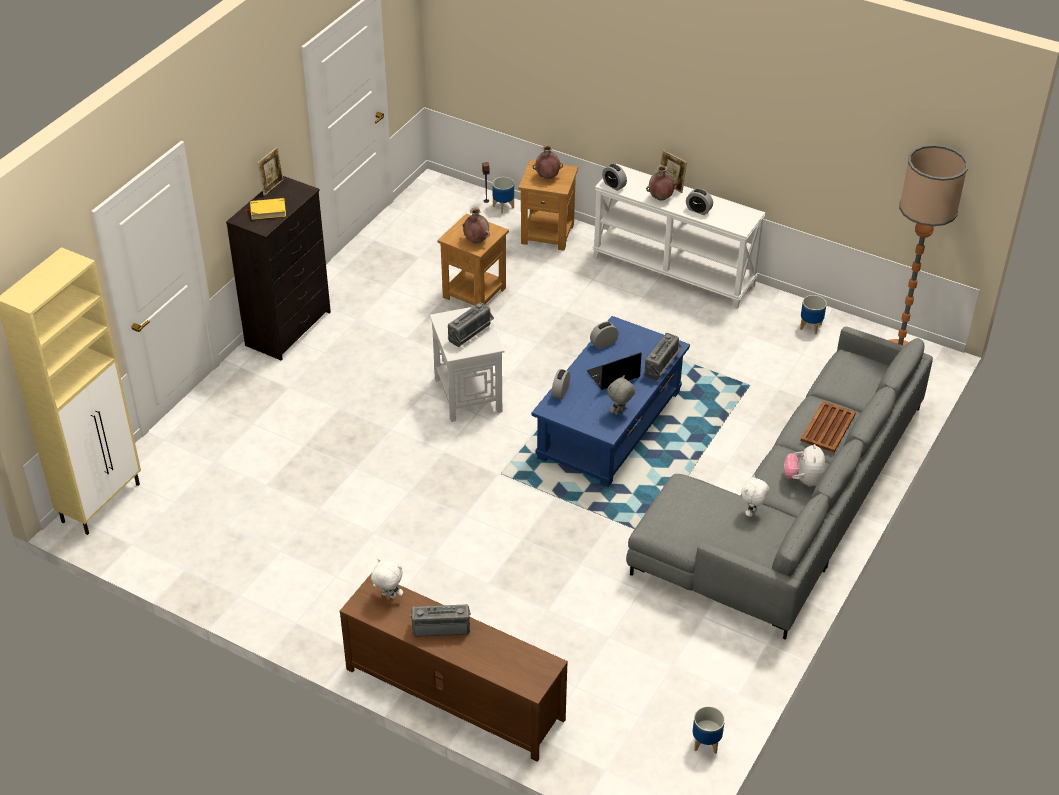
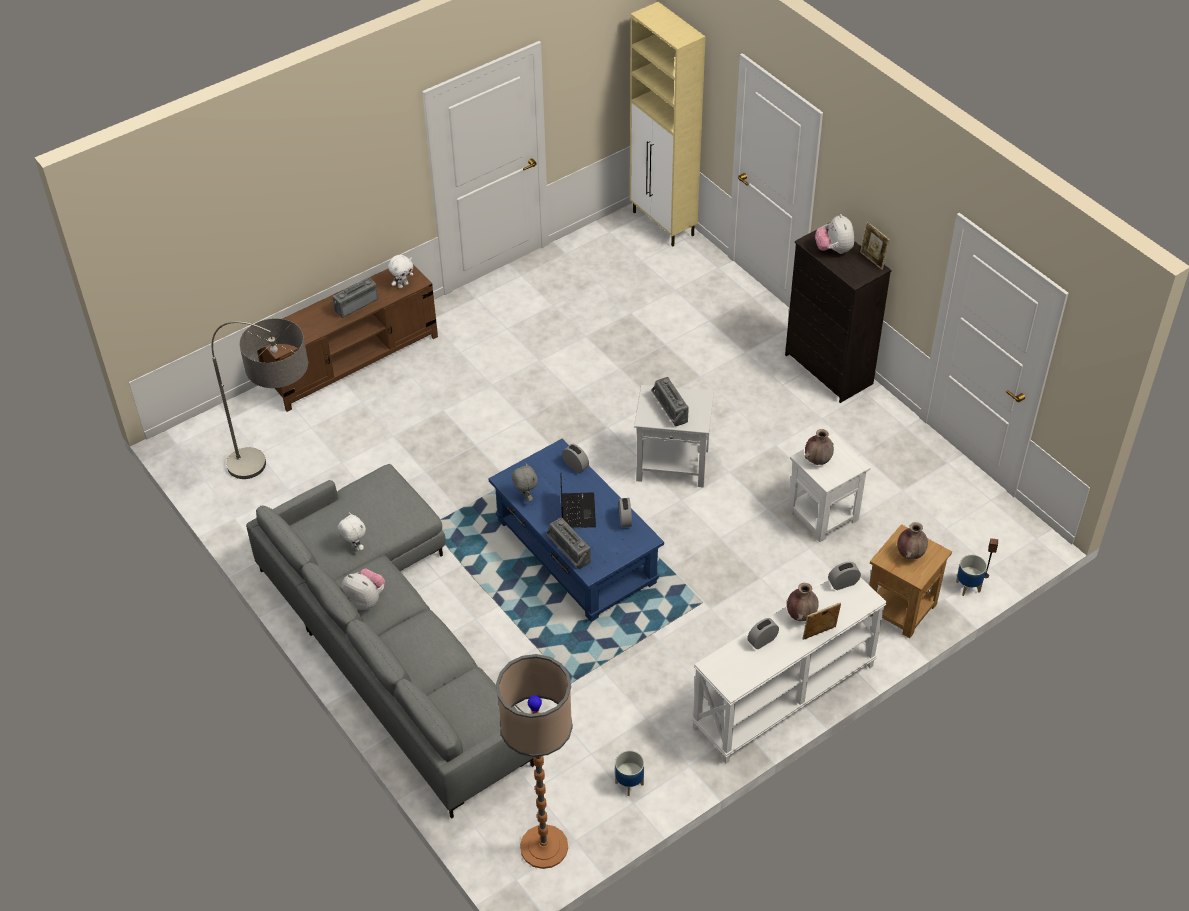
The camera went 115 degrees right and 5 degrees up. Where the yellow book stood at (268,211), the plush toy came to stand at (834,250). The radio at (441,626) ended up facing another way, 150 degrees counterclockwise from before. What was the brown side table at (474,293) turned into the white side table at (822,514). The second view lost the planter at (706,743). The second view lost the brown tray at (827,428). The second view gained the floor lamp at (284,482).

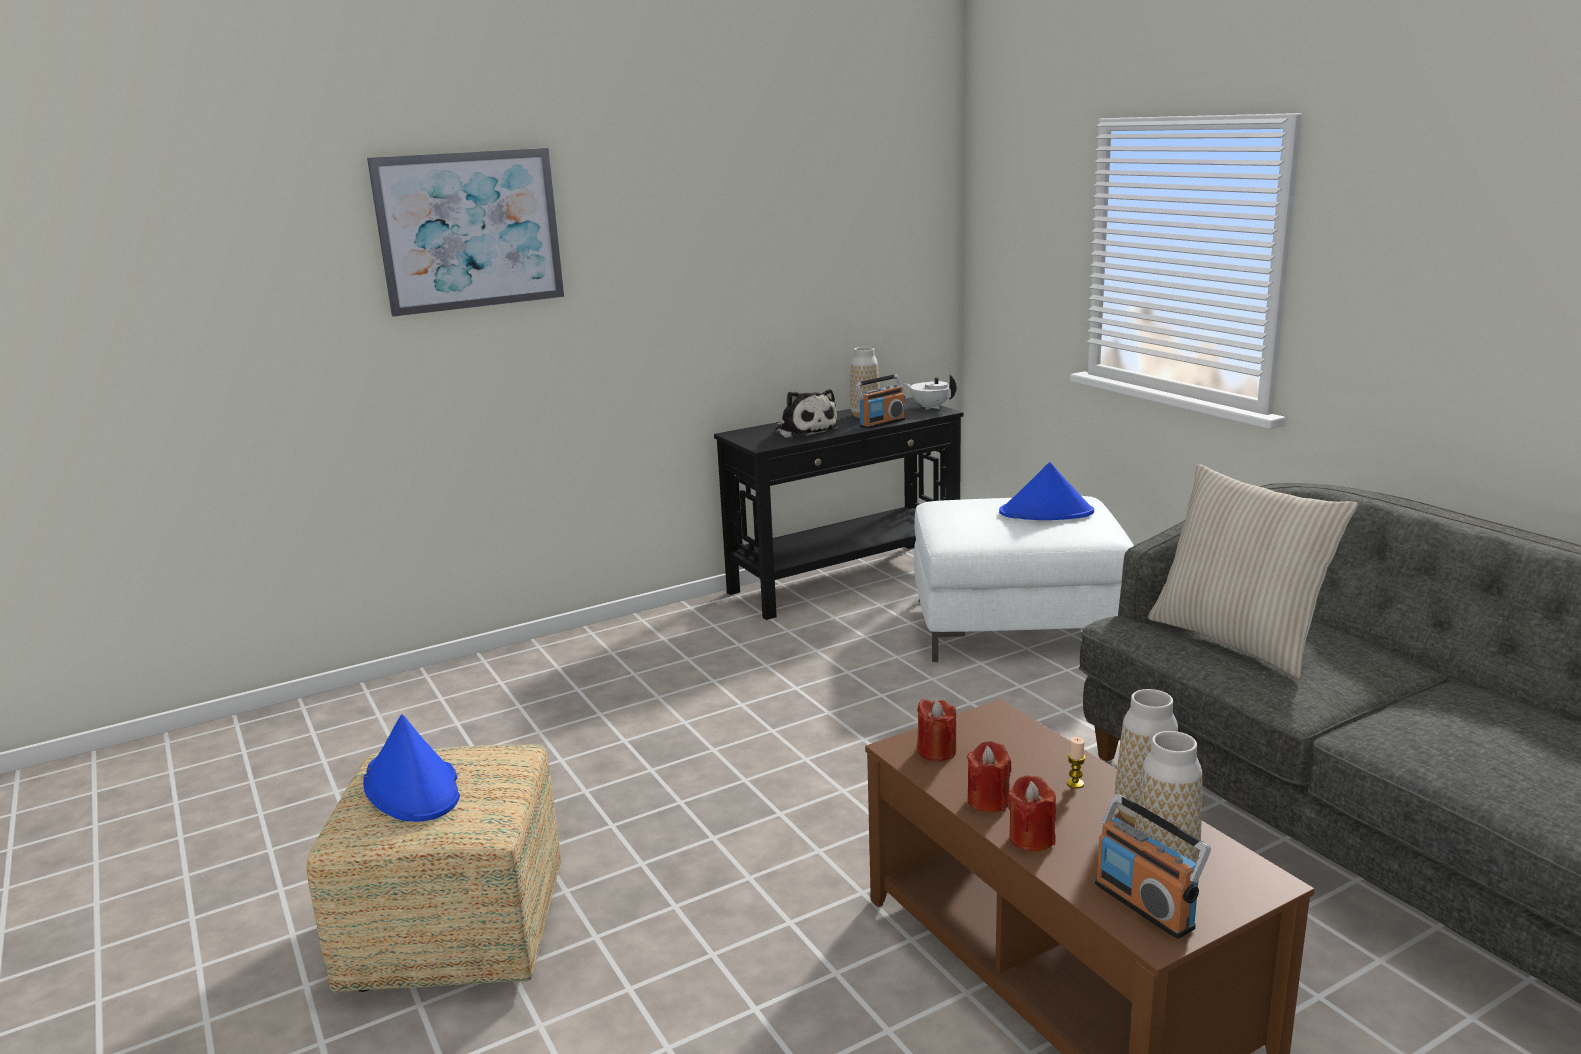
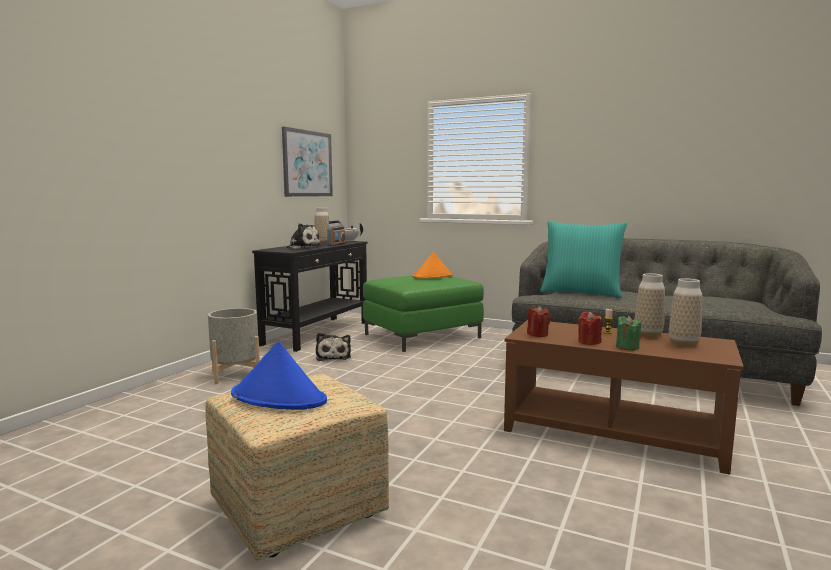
The camera went 35 degrees left and 10 degrees down. The picture ended up elsewhere, having gone from (469,230) to (307,163). What was the white ottoman at (1016,626) turned into the green ottoman at (422,336). What was the blue hat at (1046,513) turned into the orange hat at (433,277). What was the red candle at (1031,838) turned into the green candle at (627,347). The second view lost the radio at (1145,905). What was the beige pillow at (1238,640) turned into the turquoise pillow at (581,293). The second view gained the grey planter at (236,374). The second view gained the plush toy at (333,357).

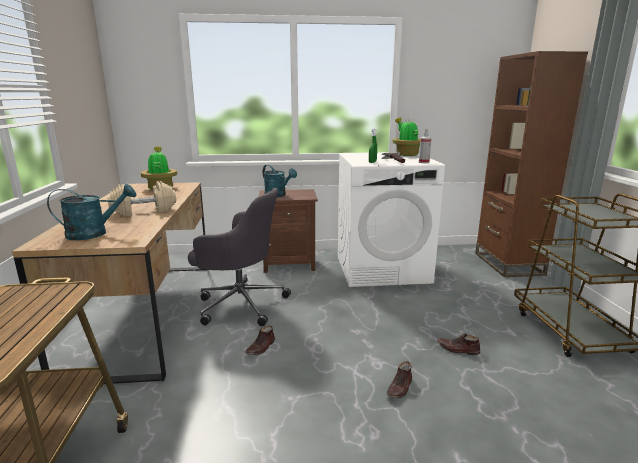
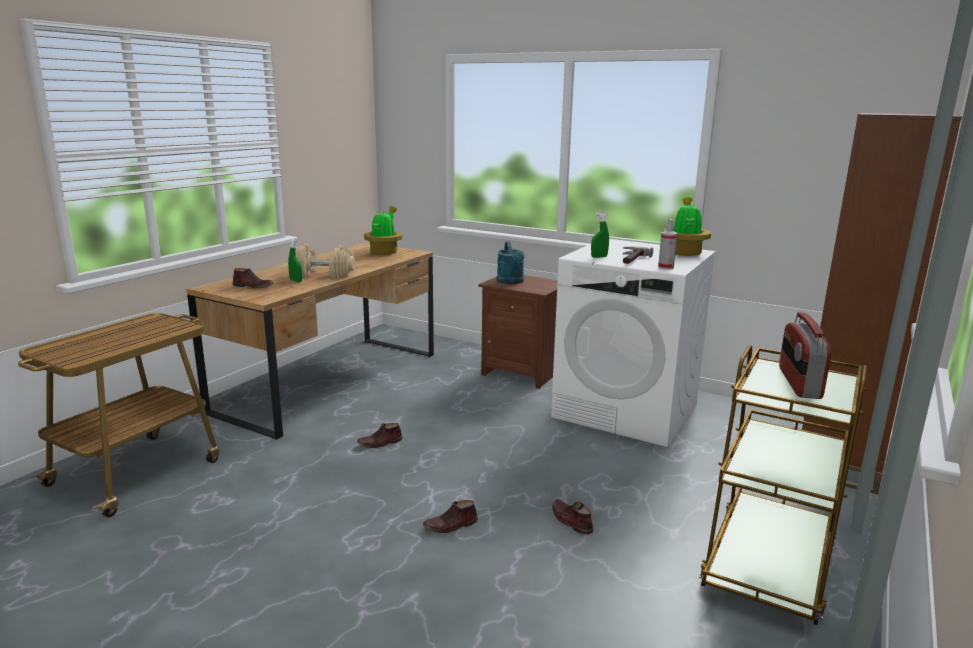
The camera went 35 degrees right and 0 degrees up. Where the turquoise watering can stood at (94,233), the brown shoe came to stand at (253,286). The second view lost the grey office chair at (240,303). The second view gained the green spray bottle at (296,281). The second view gained the radio at (798,383).

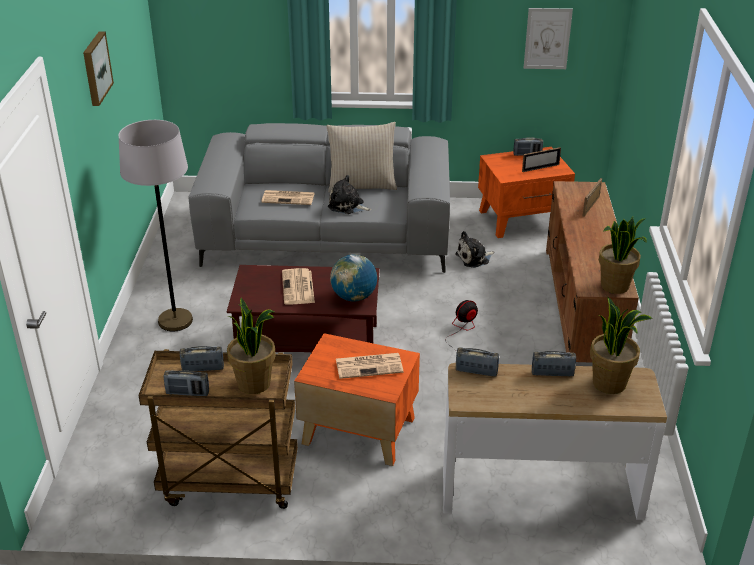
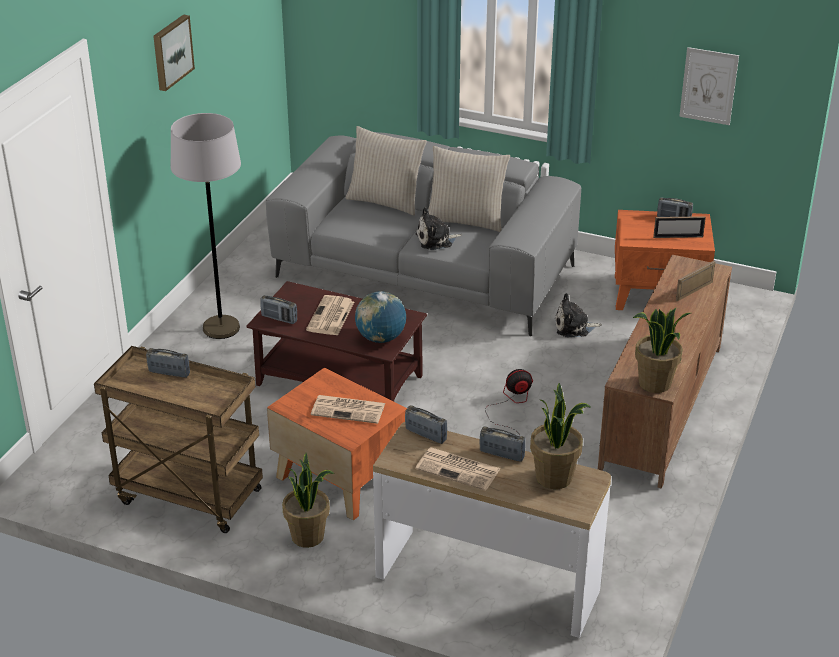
The camera went 20 degrees right and 0 degrees up. The radio ended up elsewhere, having gone from (187,393) to (279,318). The potted plant ended up elsewhere, having gone from (255,383) to (308,536). The newspaper ended up elsewhere, having gone from (289,198) to (459,469). The plush toy at (347,206) ended up facing another way, 60 degrees counterclockwise from before. The second view gained the beige pillow at (385,201).

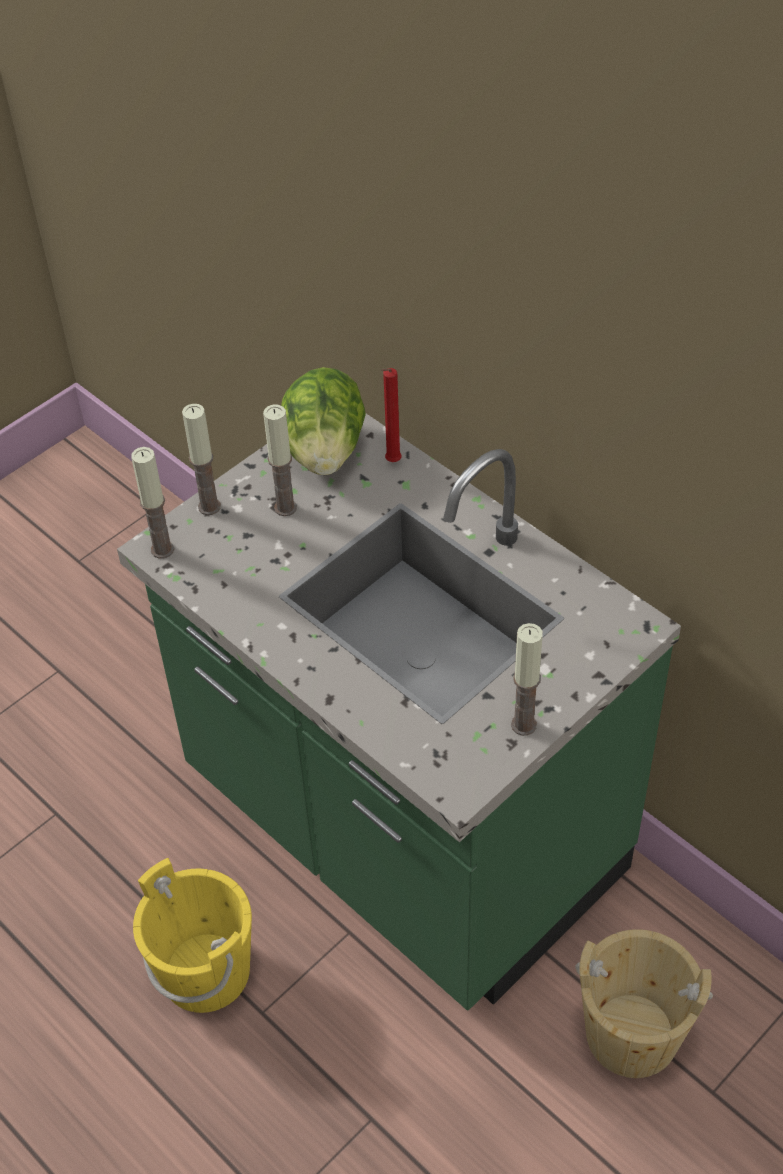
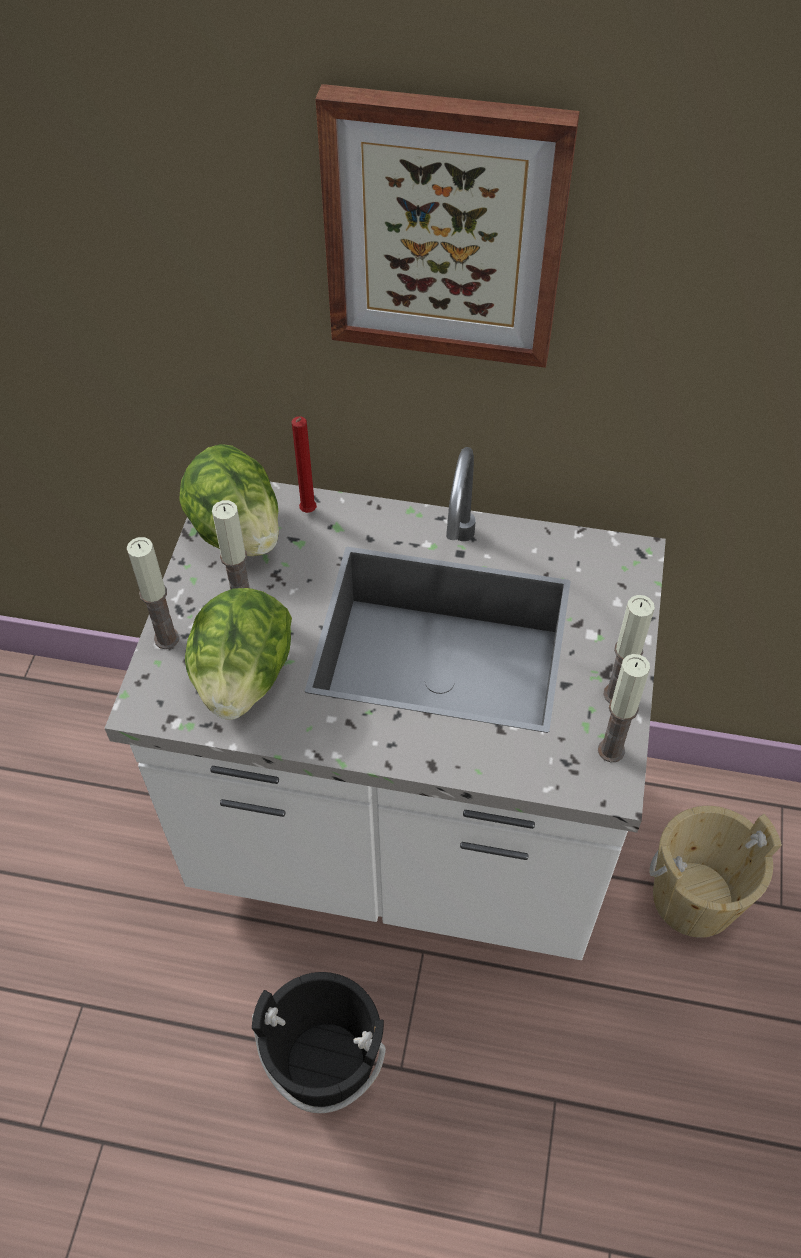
The camera went 35 degrees left and 5 degrees up. What was the green counter at (401,829) turned into the white counter at (402,837). The candle ended up elsewhere, having gone from (162,549) to (611,750). What was the yellow bucket at (205,971) turned into the black bucket at (325,1063). The second view gained the lettuce at (243,678). The second view gained the picture at (444,230).

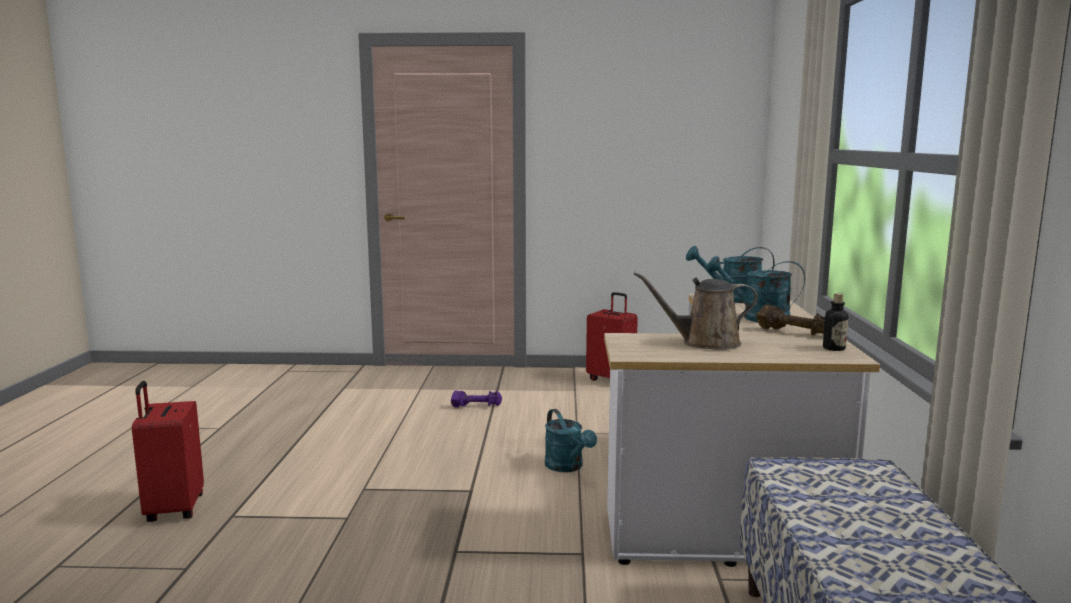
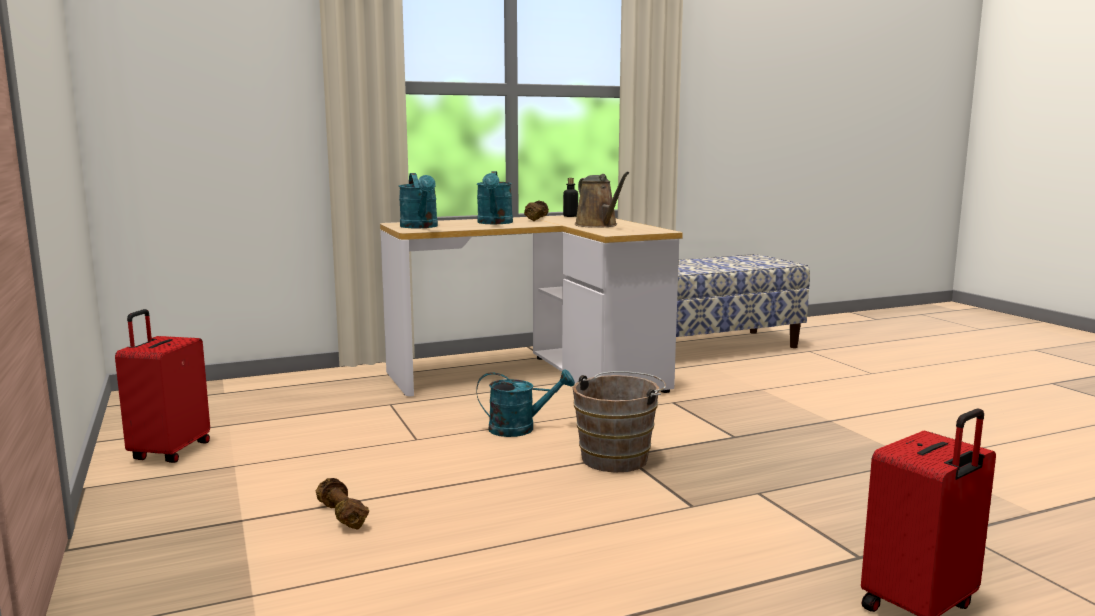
The camera went 115 degrees left and 0 degrees up. What was the purple dumbbell at (476,406) turned into the brown dumbbell at (341,516). The turquoise watering can at (567,467) ended up facing another way, 45 degrees clockwise from before. The second view gained the brown bucket at (618,457).

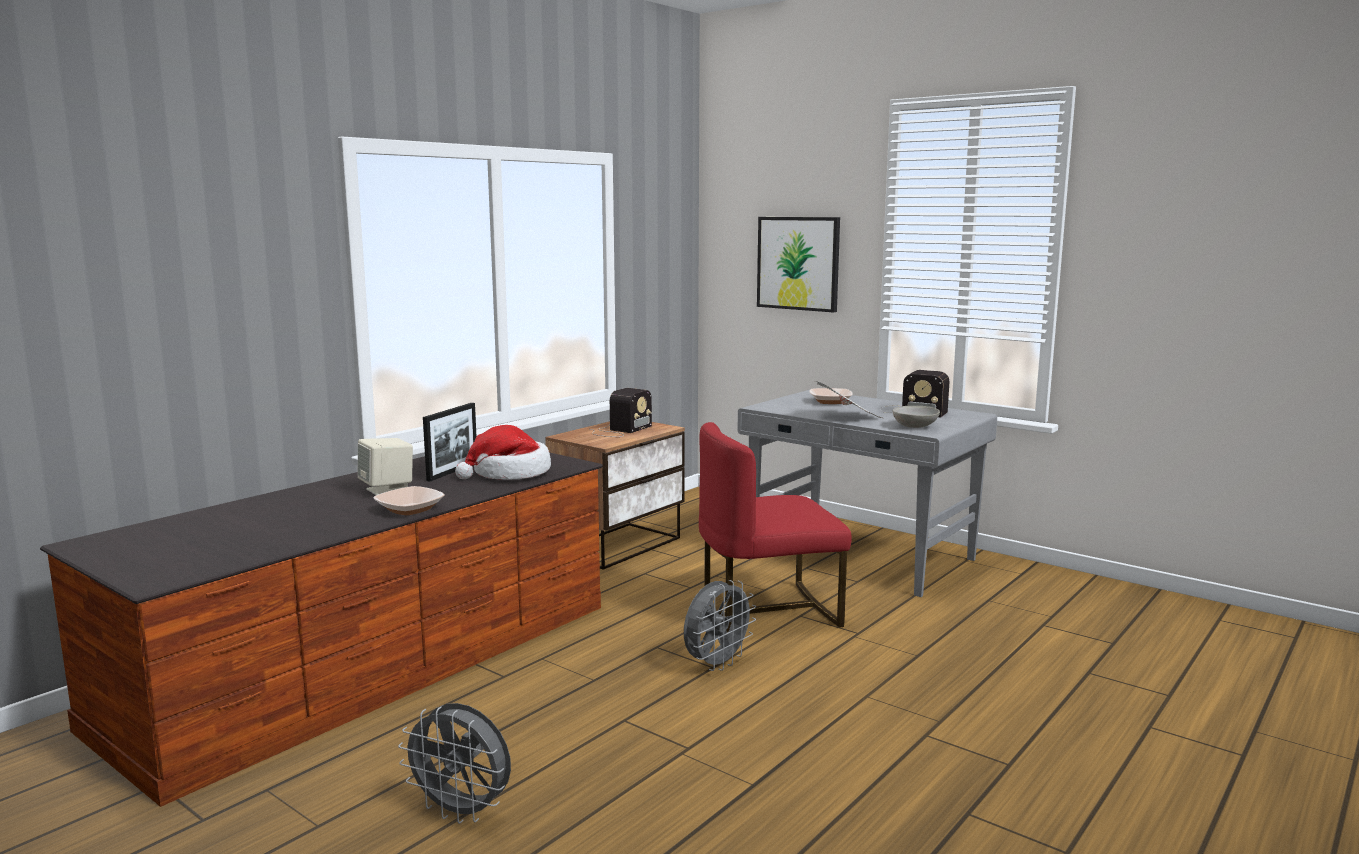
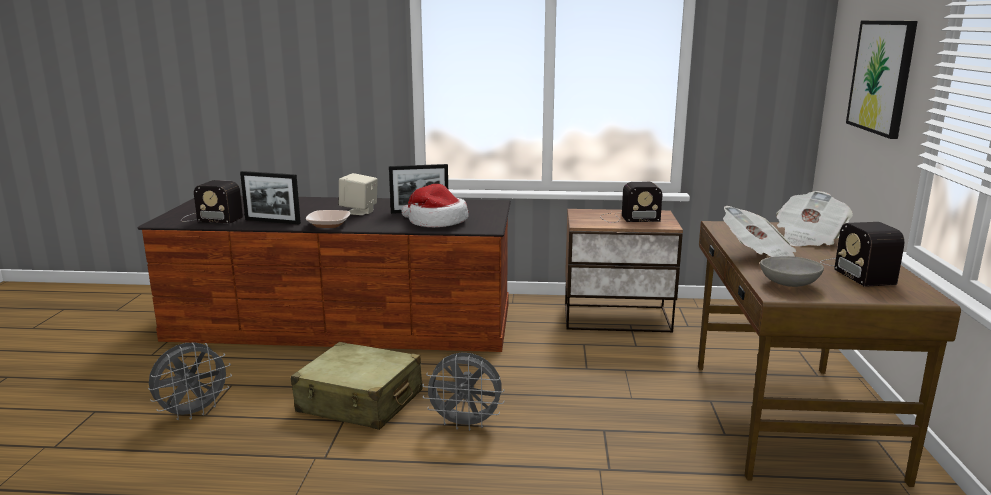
The camera went 55 degrees right and 5 degrees up. The grey fan at (462,812) ended up facing another way, 120 degrees counterclockwise from before. The second view lost the red chair at (767,610). What was the grey desk at (861,556) turned into the brown desk at (787,418). Where the bowl stood at (830,402), the newspaper came to stand at (808,238). The second view gained the radio at (210,218). The second view gained the picture frame at (272,221). The second view gained the beige suitcase at (360,402).

